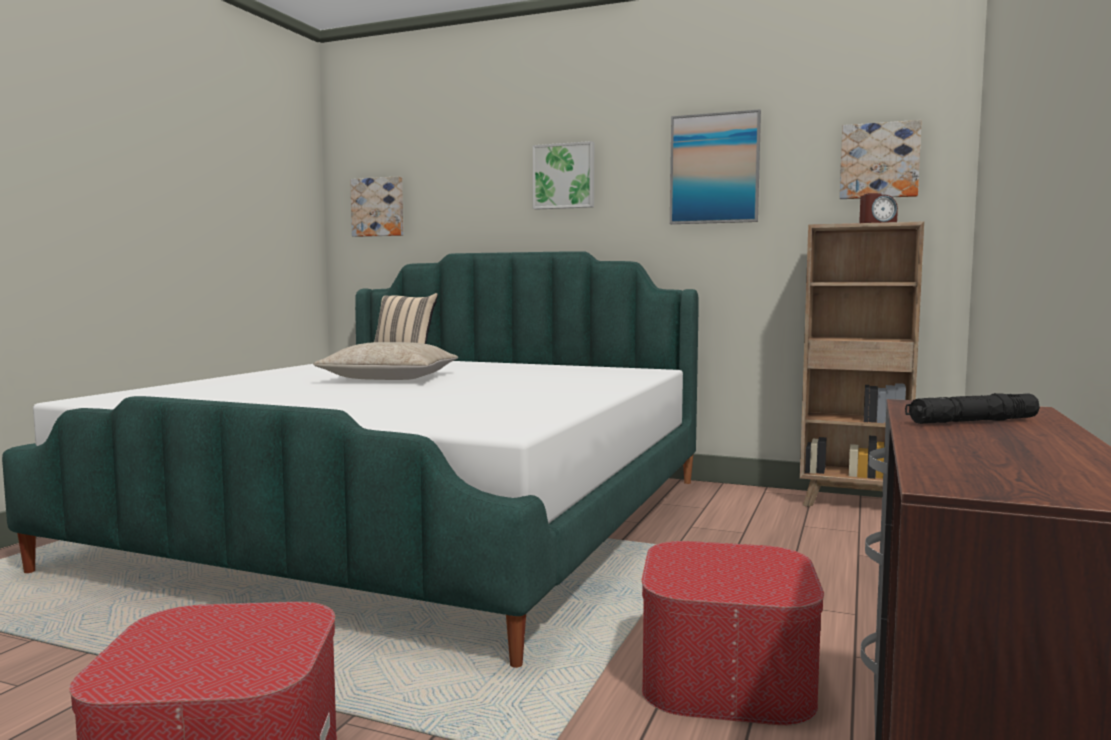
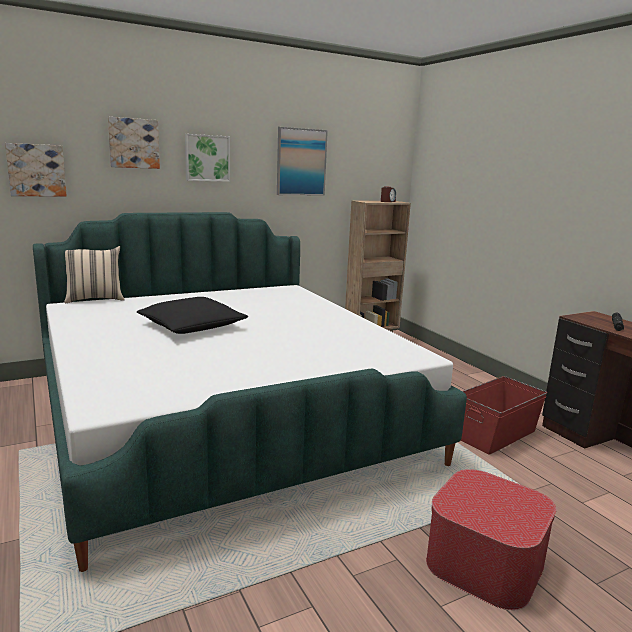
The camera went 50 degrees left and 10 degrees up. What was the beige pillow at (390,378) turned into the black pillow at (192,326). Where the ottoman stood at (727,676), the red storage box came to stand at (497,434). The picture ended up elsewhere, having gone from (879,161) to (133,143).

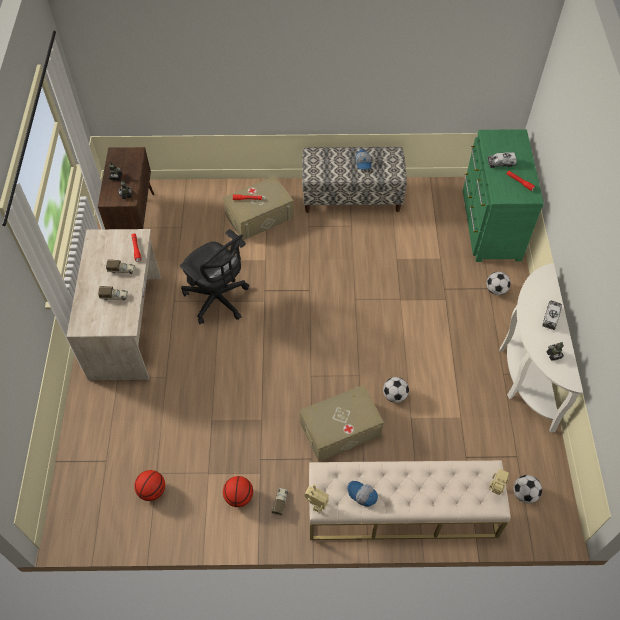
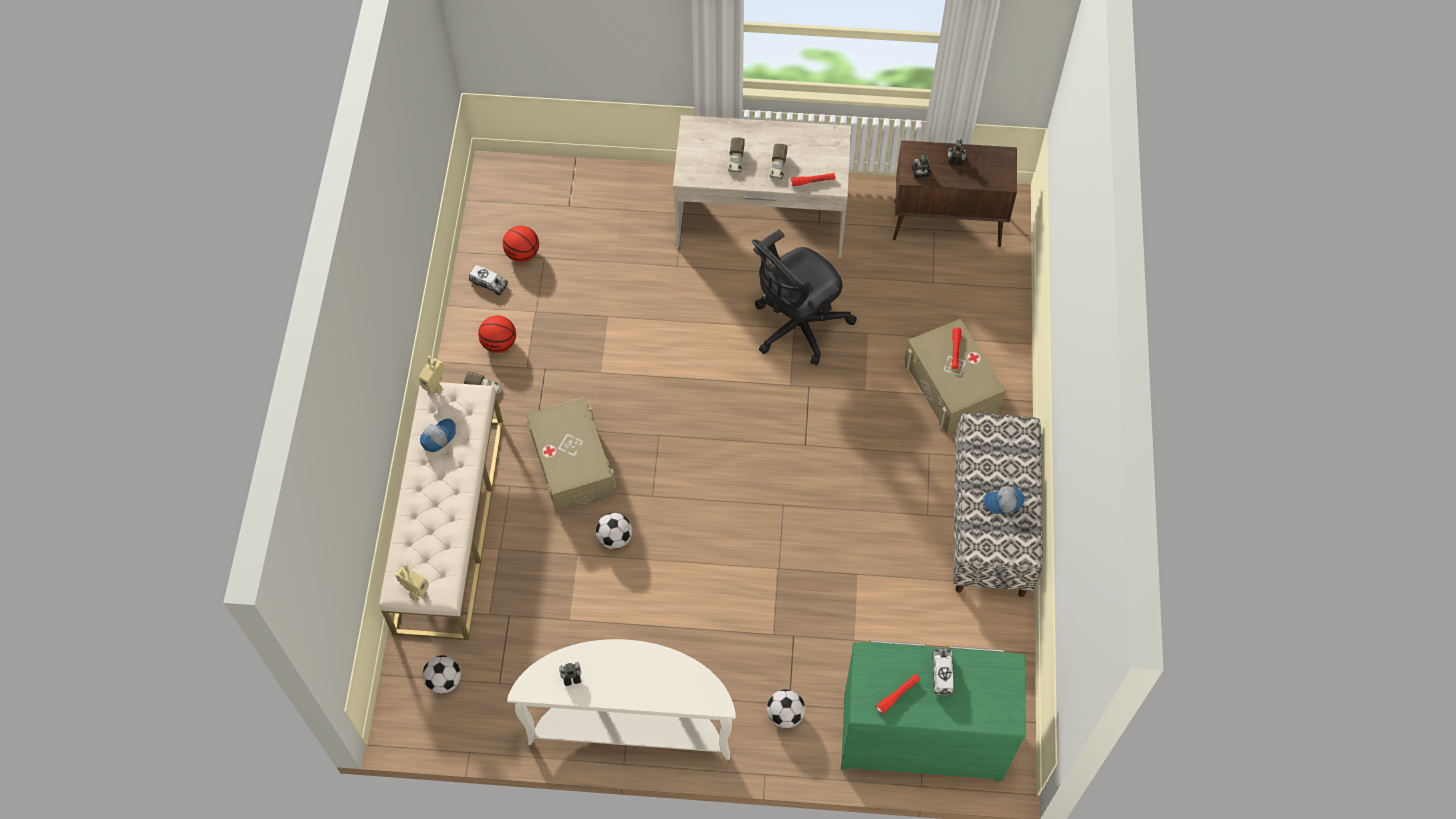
The camera went 95 degrees right and 5 degrees up. The toy truck ended up elsewhere, having gone from (551,317) to (489,283).

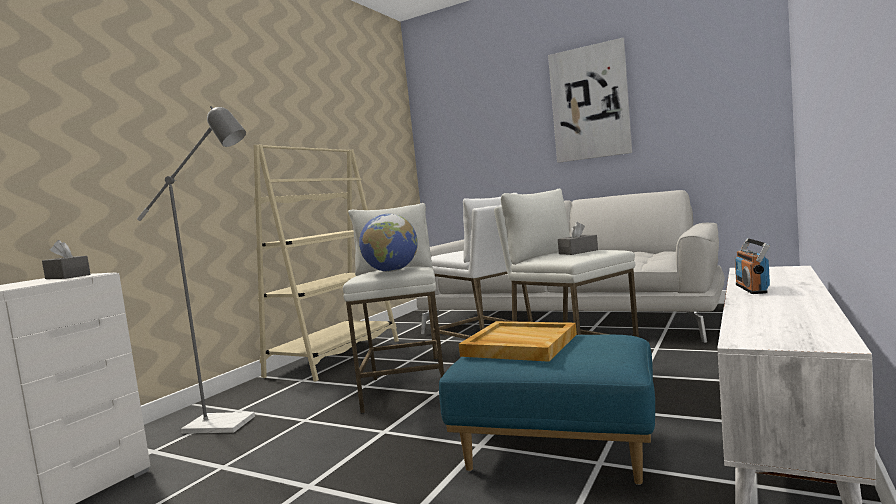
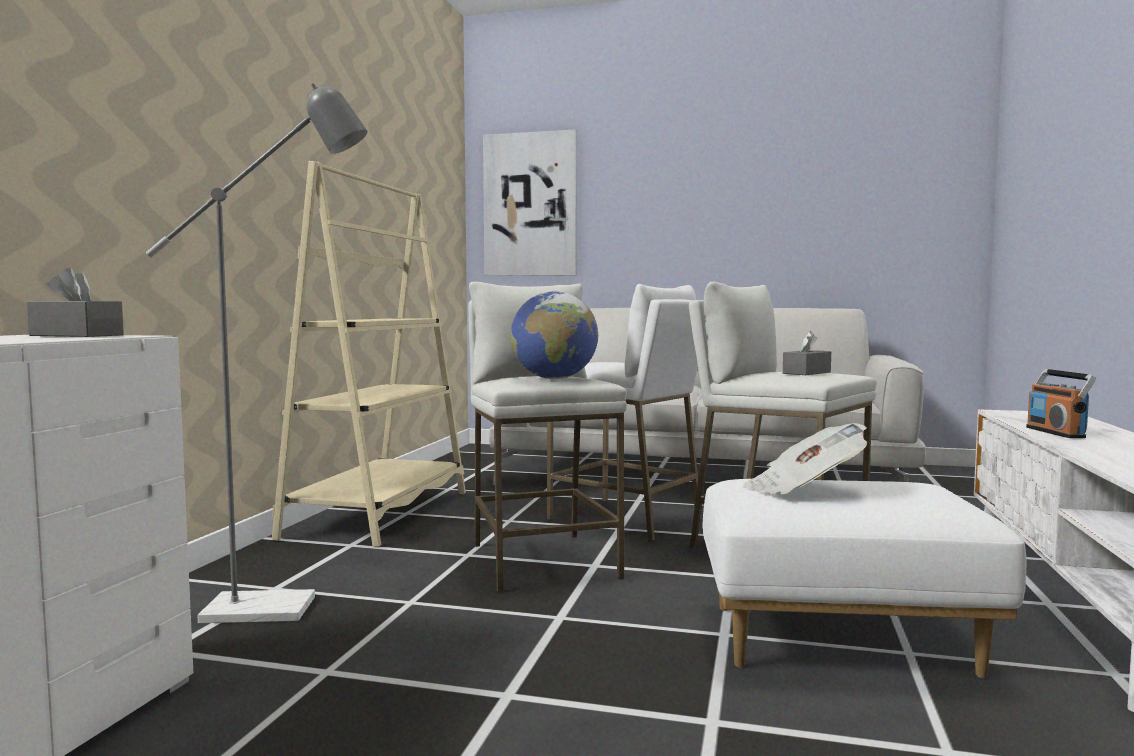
The camera went 15 degrees left and 0 degrees up. What was the blue ottoman at (555,452) turned into the white ottoman at (839,641). Where the beige tray stood at (518,345), the newspaper came to stand at (803,490). The picture ended up elsewhere, having gone from (590,103) to (530,205).

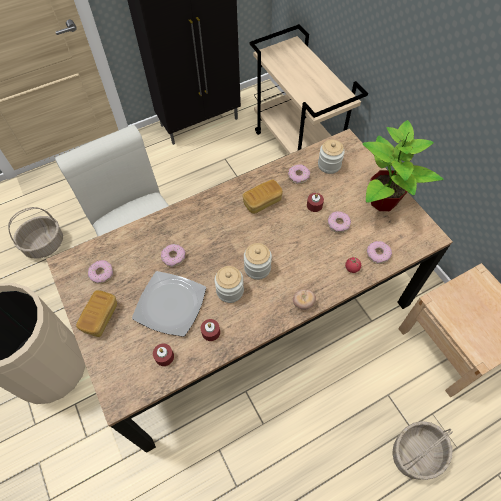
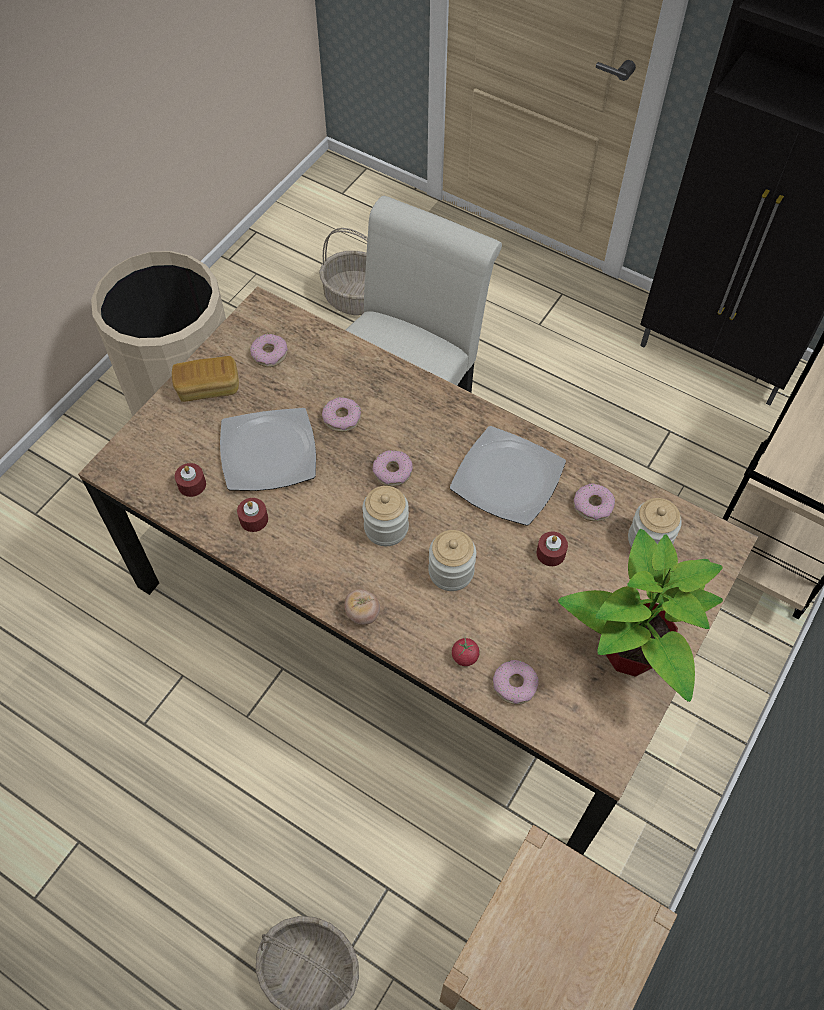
The camera went 60 degrees right and 0 degrees up. The jar ended up elsewhere, having gone from (230,291) to (451,571). Where the bread stood at (262,202), the plate came to stand at (507,479). The donut ended up elsewhere, having gone from (338,224) to (392,471).

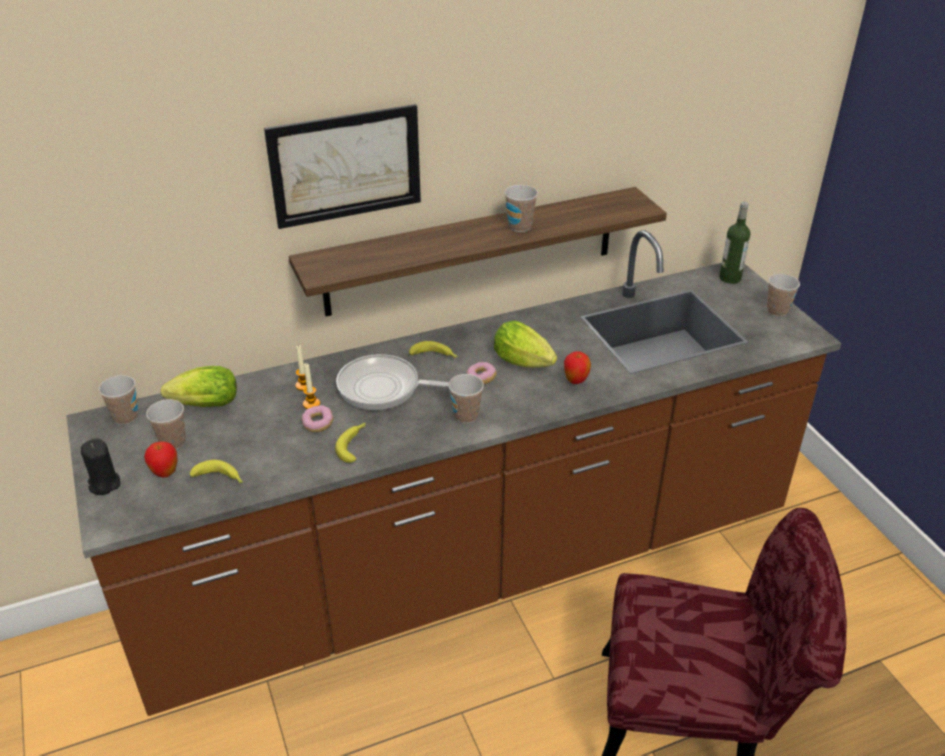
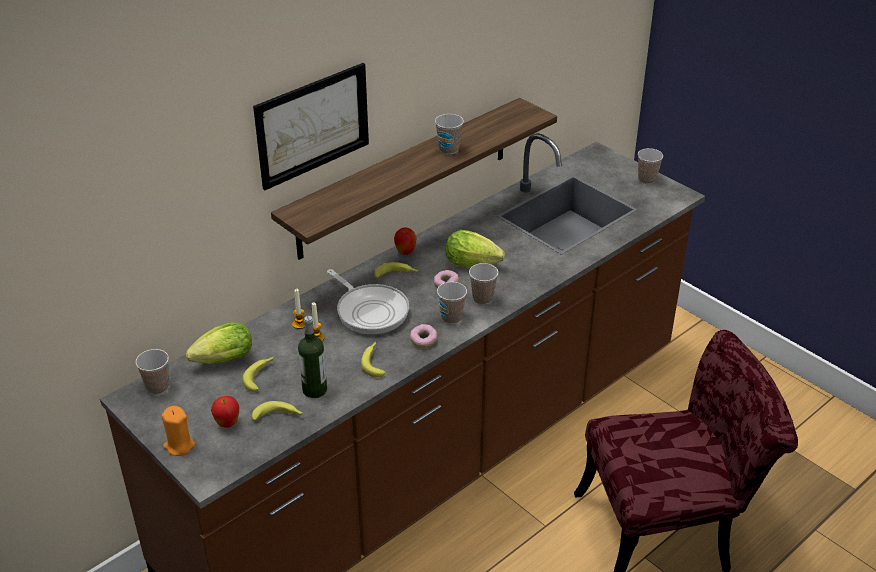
The camera went 20 degrees left and 0 degrees up. What was the black candle at (104,484) turned into the orange candle at (179,446). The cup ended up elsewhere, having gone from (173,442) to (482,298). The donut ended up elsewhere, having gone from (318,424) to (423,341). The frying pan at (384,388) ended up facing another way, 120 degrees counterclockwise from before. The apple ended up elsewhere, having gone from (575,381) to (405,252). The bottle ended up elsewhere, having gone from (730,278) to (314,390). The second view gained the banana at (260,376).

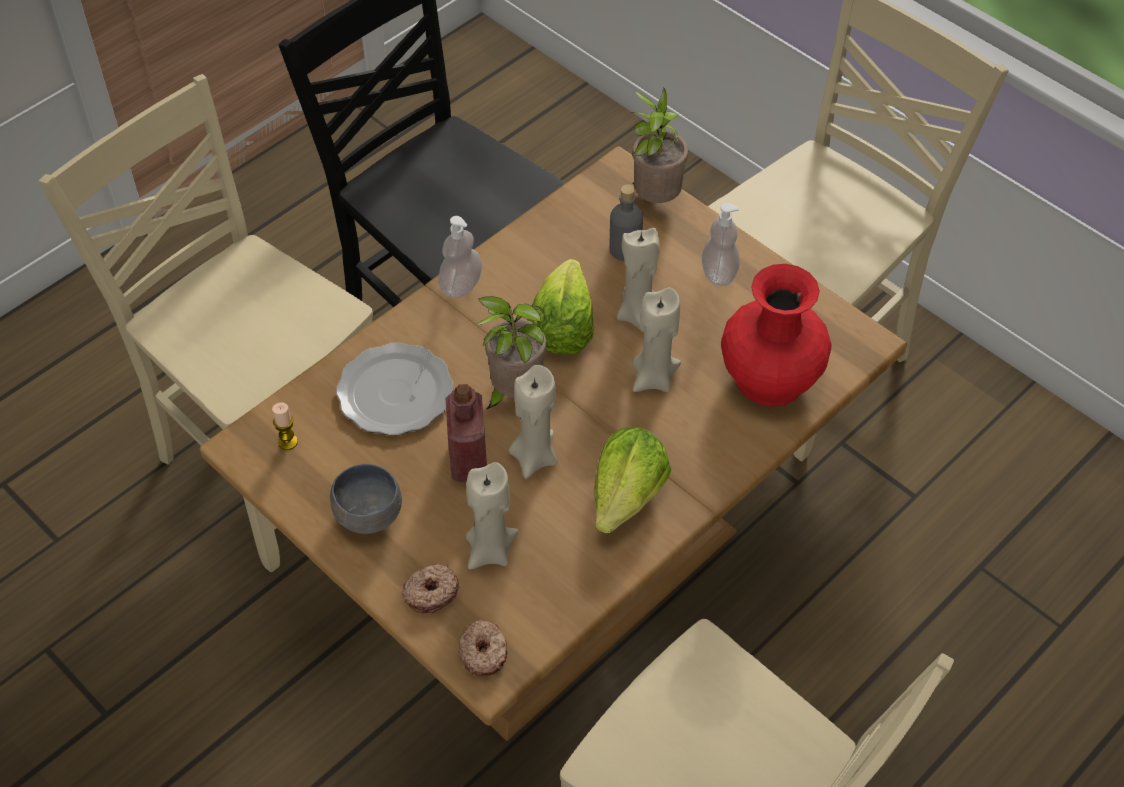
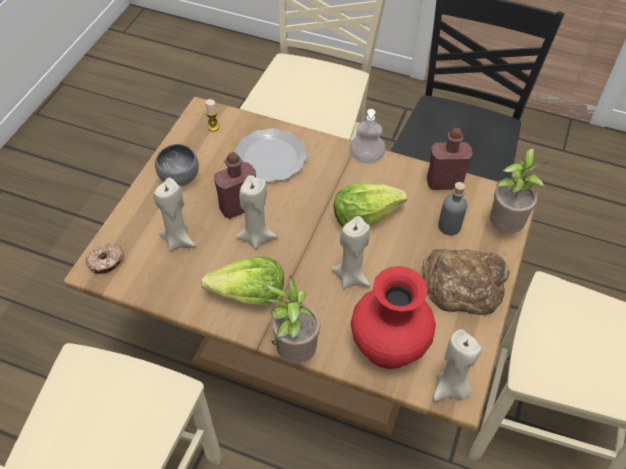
The camera went 65 degrees right and 0 degrees up. The second view lost the donut at (430,592). The potted plant ended up elsewhere, having gone from (513,393) to (294,352). The beige candle ended up elsewhere, having gone from (638,314) to (450,389). Where the soap dispenser stood at (719,273), the bread came to stand at (463,284). The second view gained the red bottle at (444,183).

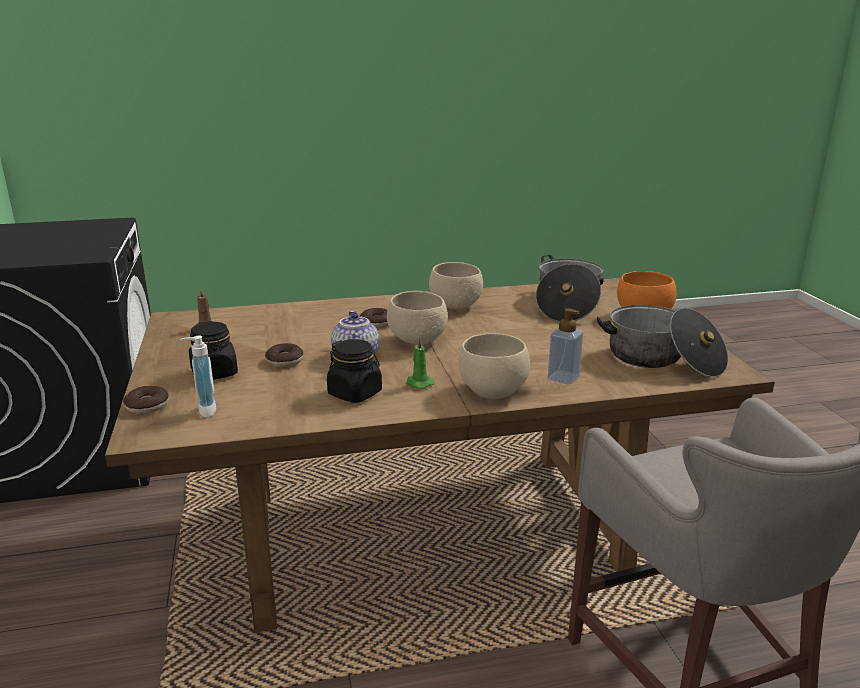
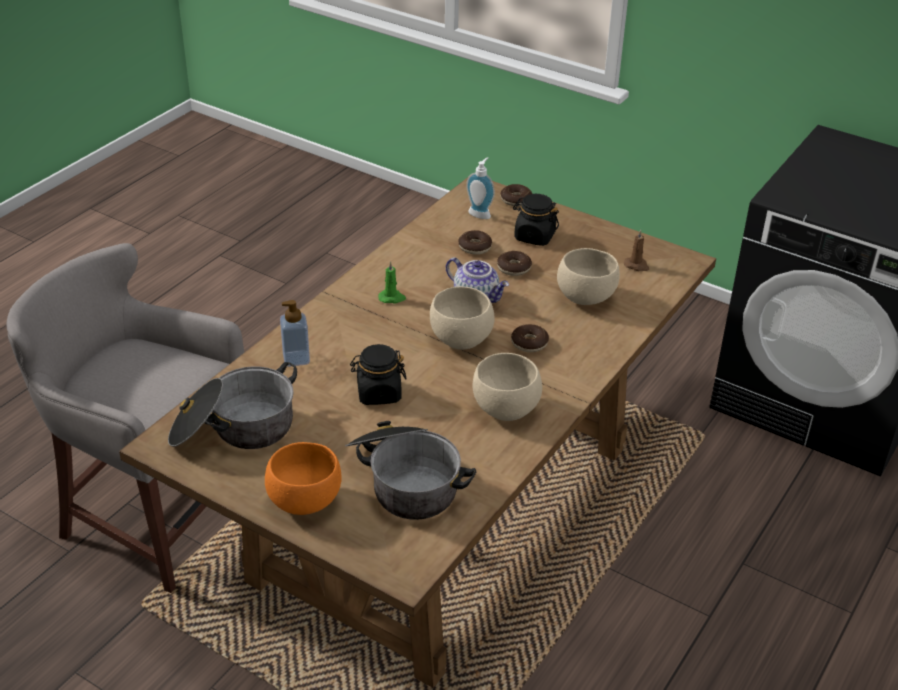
The camera went 135 degrees right and 15 degrees up. The black jar ended up elsewhere, having gone from (355,393) to (378,393). The beige bowl ended up elsewhere, having gone from (491,392) to (585,297). The second view gained the donut at (475,247).

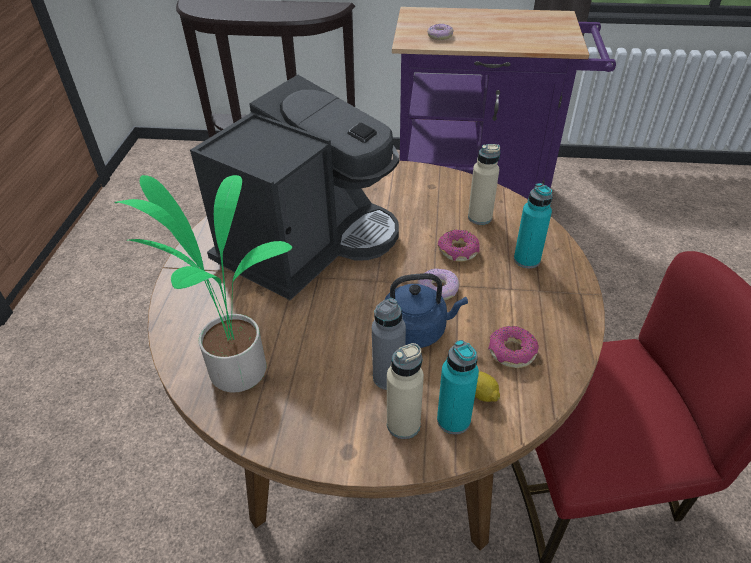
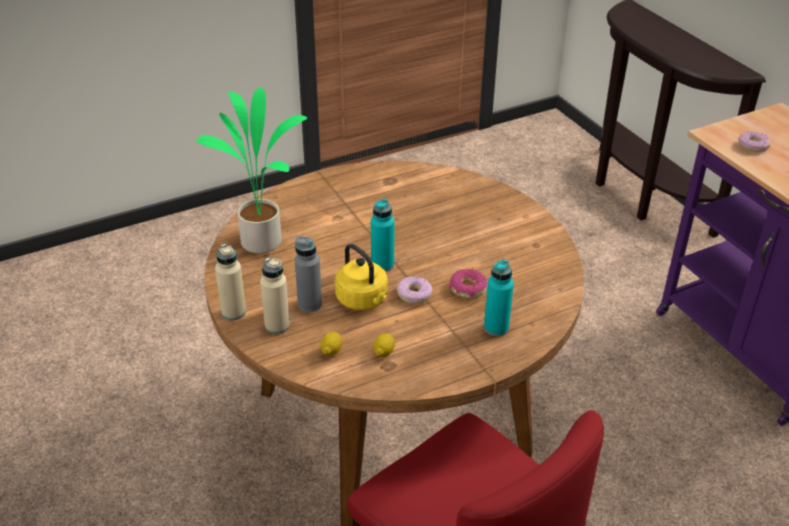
The camera went 55 degrees right and 5 degrees down. The second view lost the coffee machine at (308,242). What was the blue kettle at (417,330) turned into the yellow kettle at (363,300). The turquoise bottle ended up elsewhere, having gone from (453,420) to (382,265). The beige bottle ended up elsewhere, having gone from (480,217) to (233,312). Where the donut stood at (511,352), the lemon came to stand at (383,352).

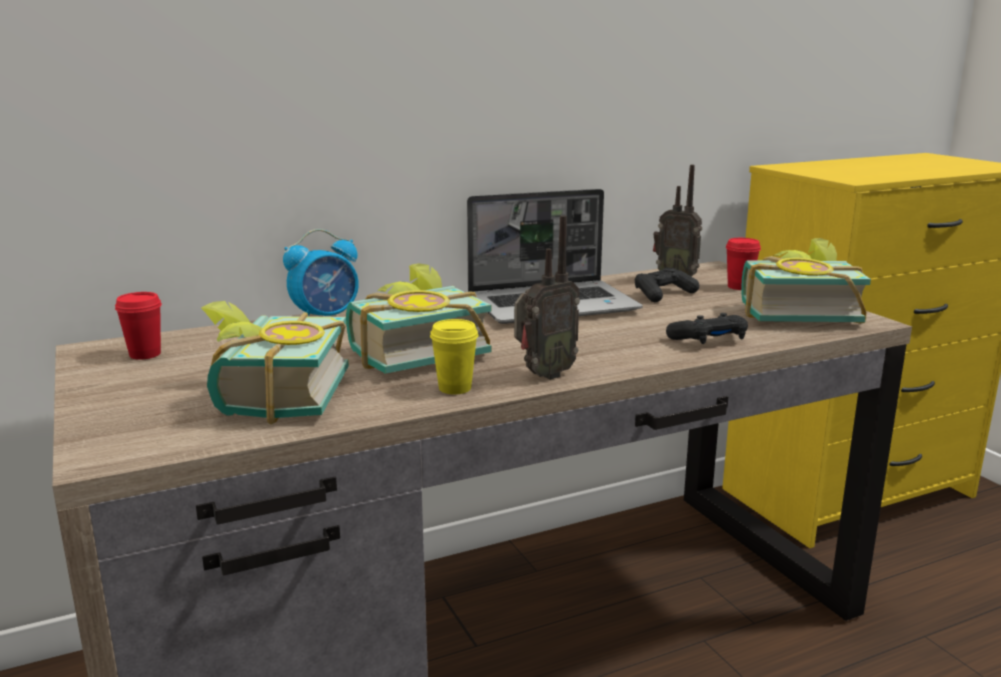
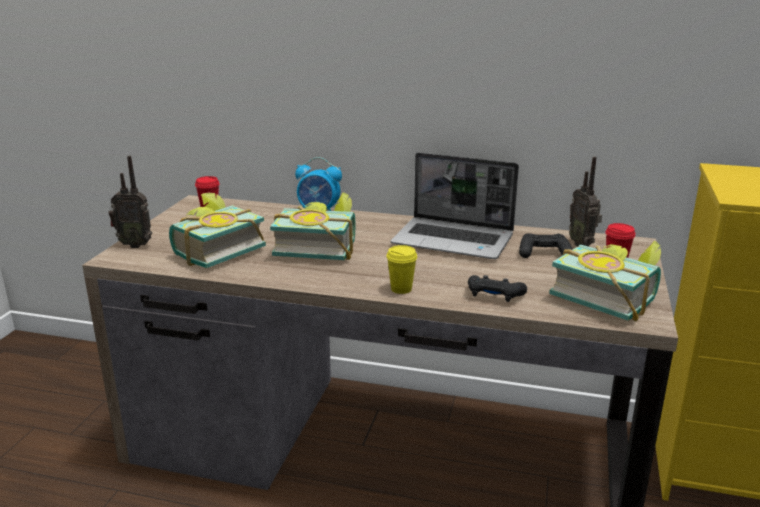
The camera went 40 degrees right and 5 degrees up. The yellow cup ended up elsewhere, having gone from (455,388) to (401,289). The radio ended up elsewhere, having gone from (543,375) to (135,245).

